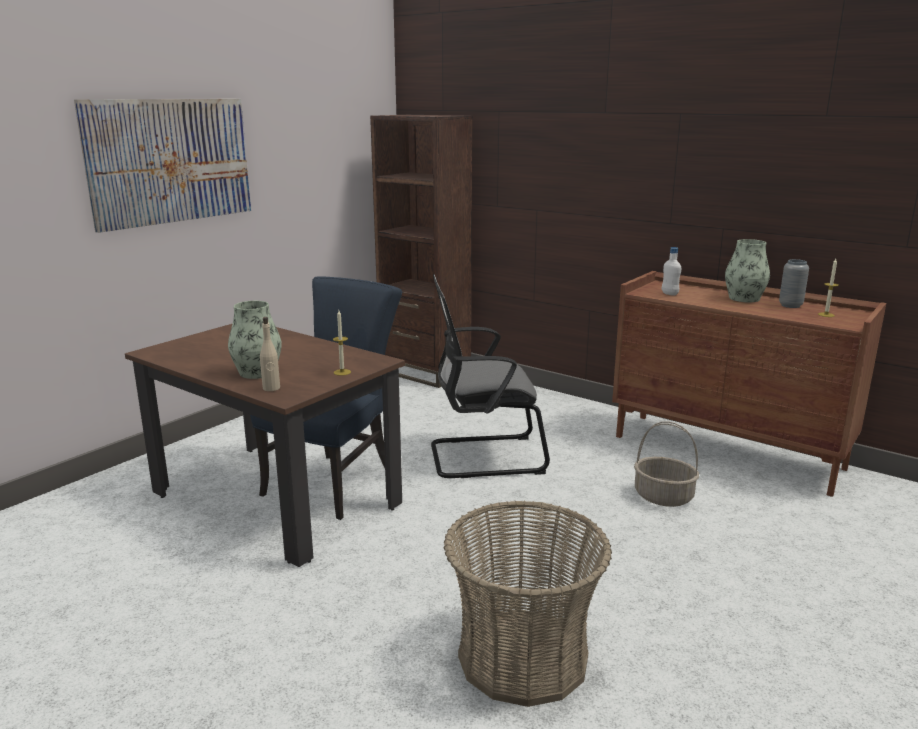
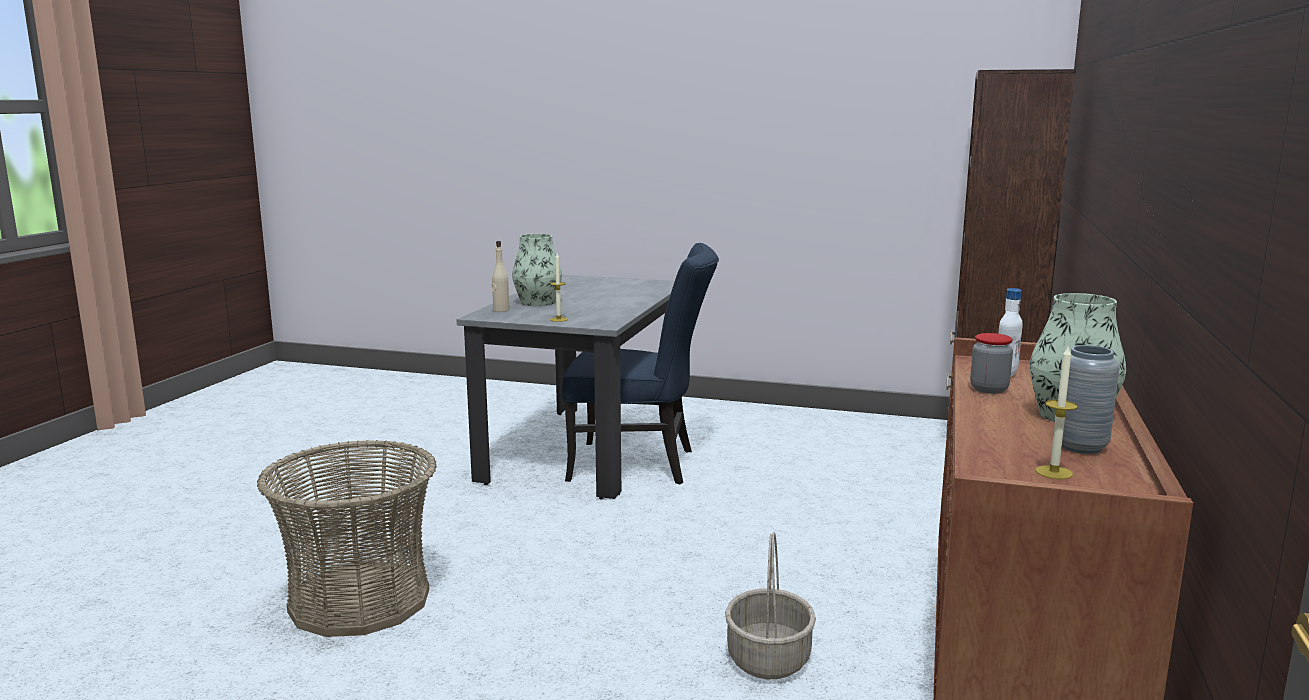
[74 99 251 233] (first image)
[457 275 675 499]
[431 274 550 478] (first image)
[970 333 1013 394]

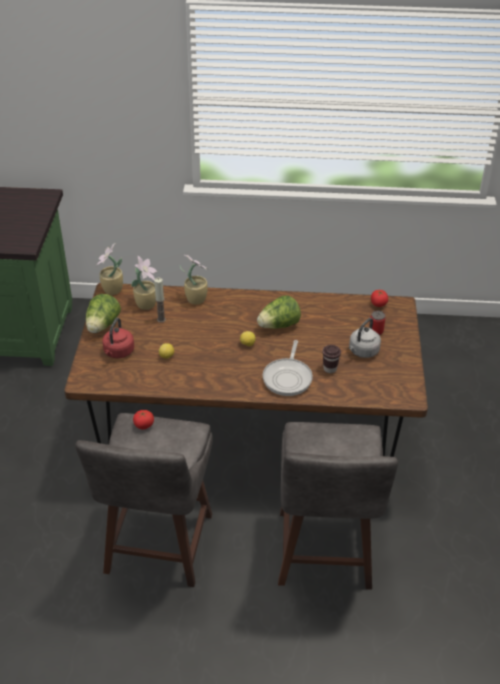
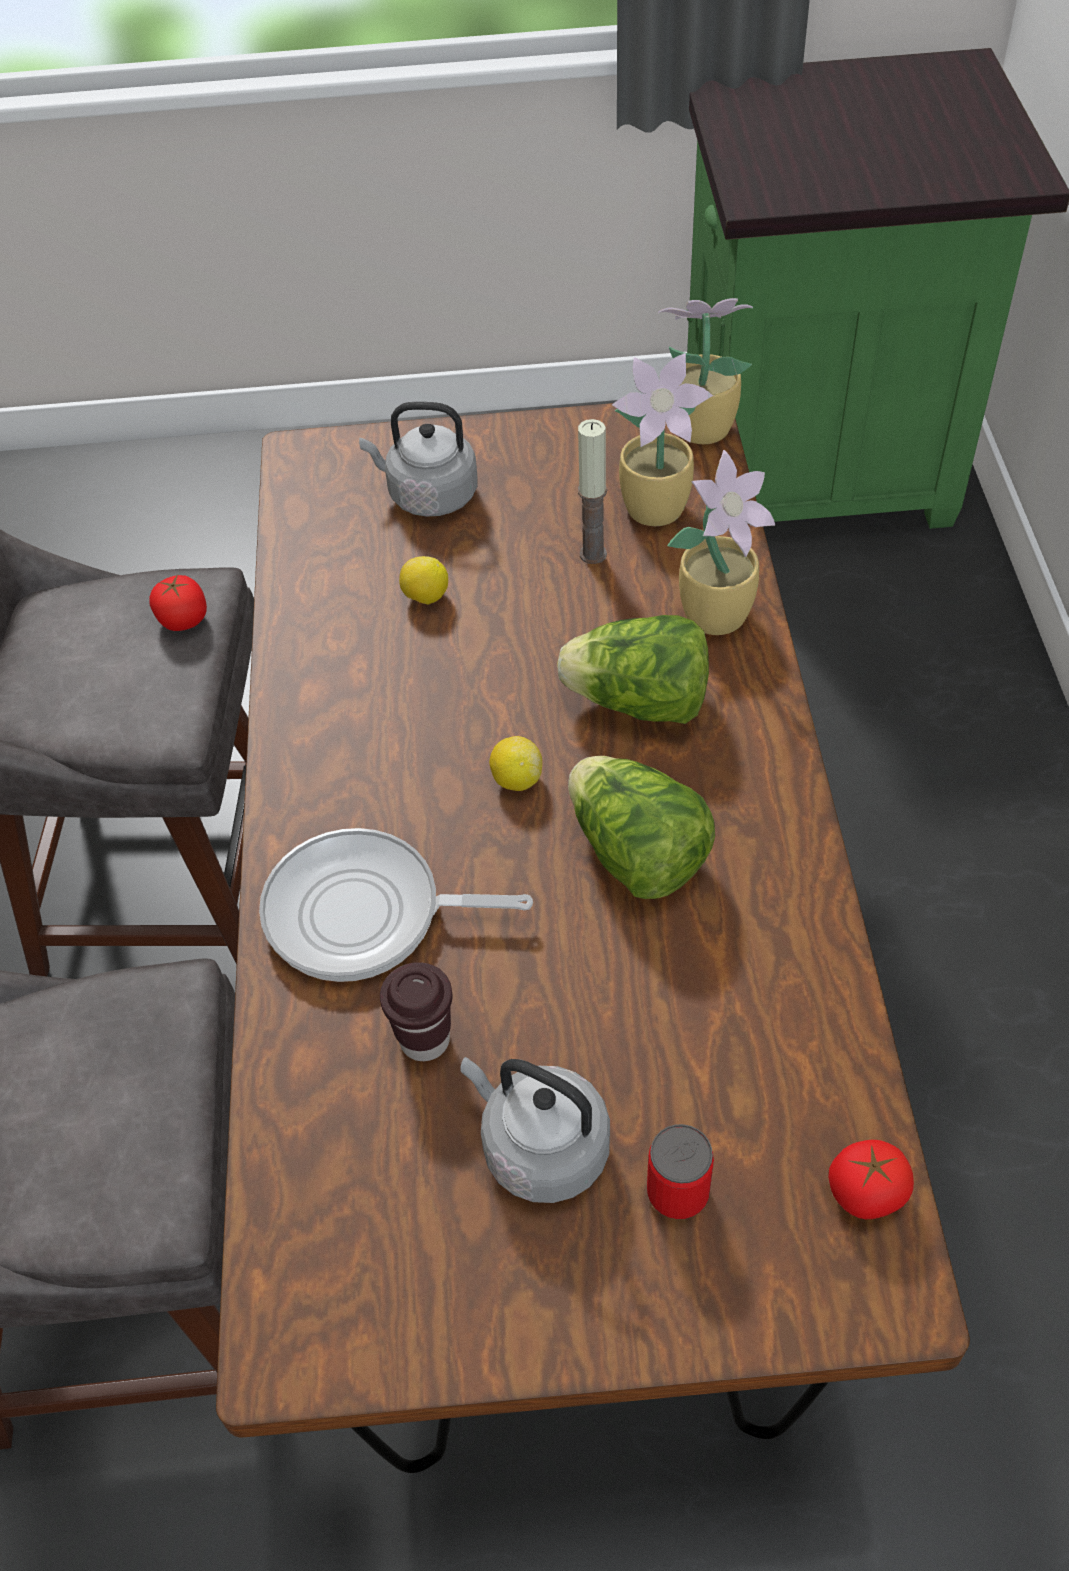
[557 615 709 724]
[359 402 478 517]

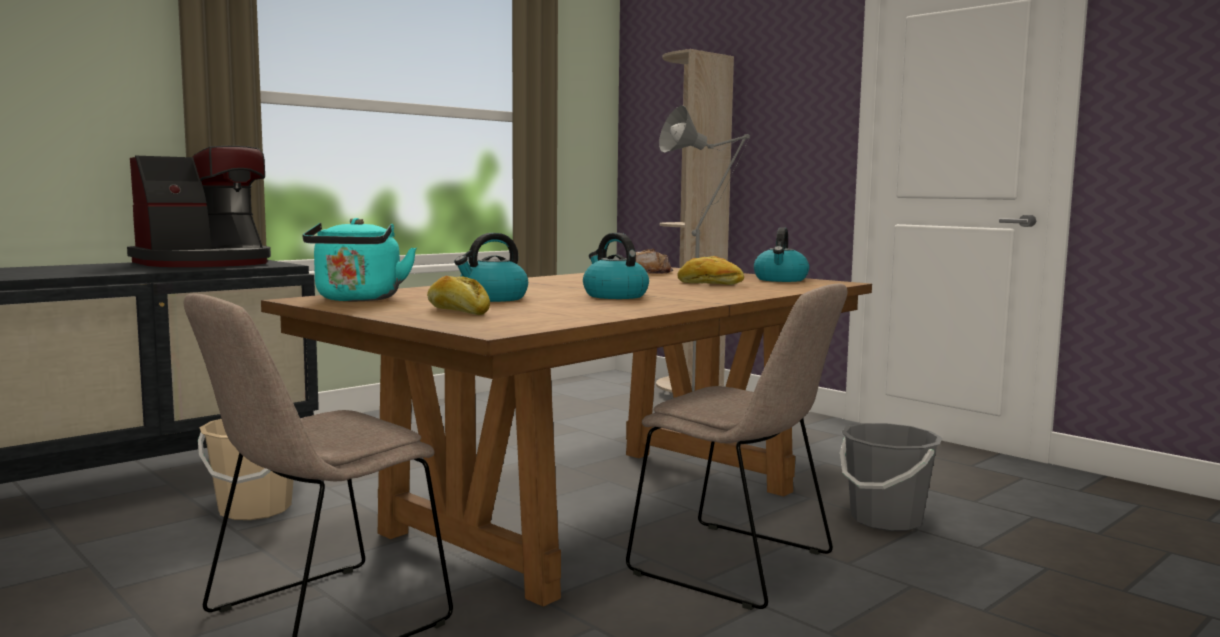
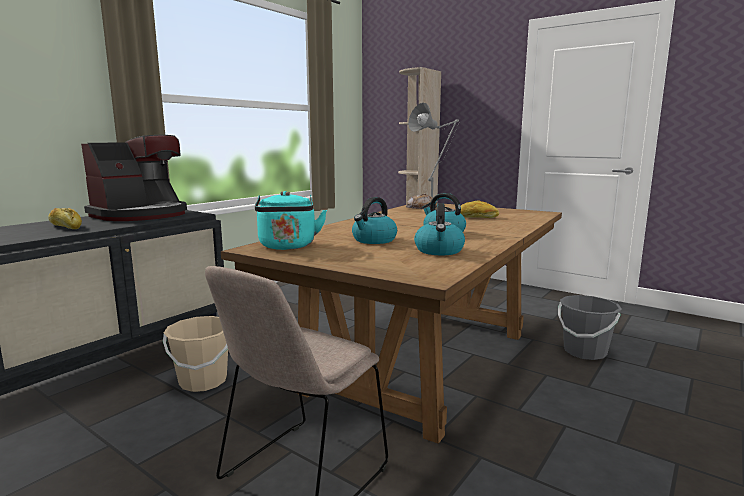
[48 208 82 229]
[626 284 847 610] (first image)
[414 203 465 255]

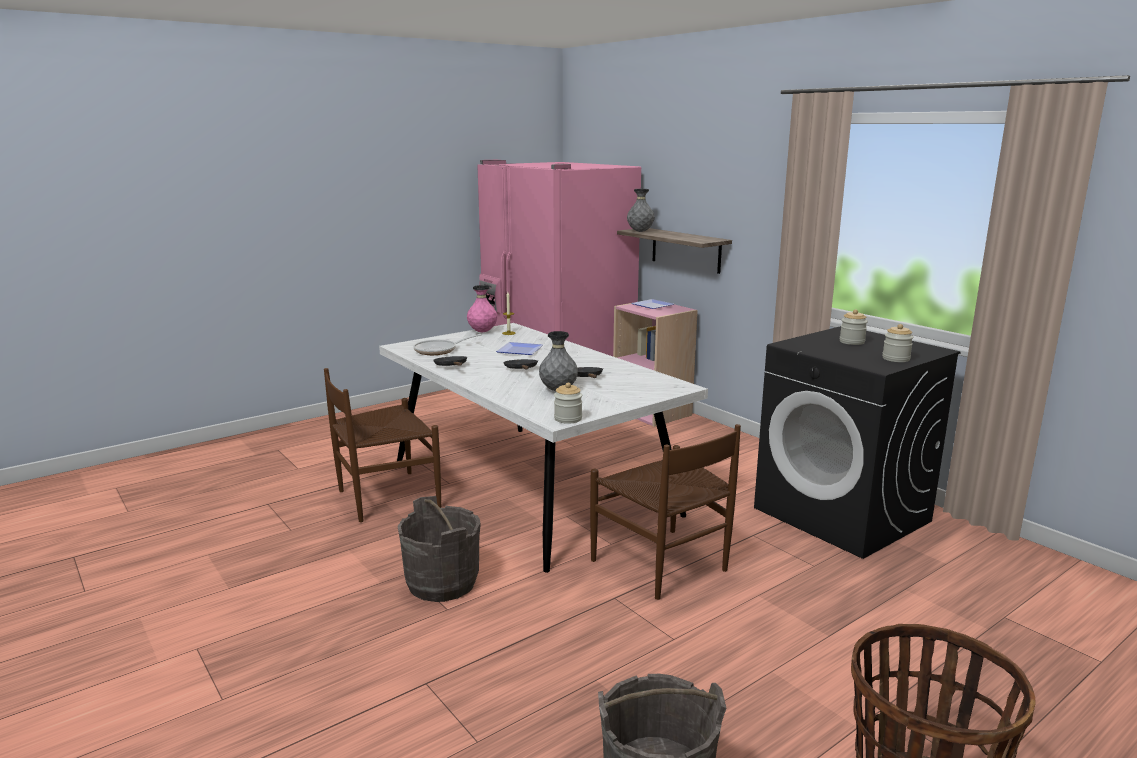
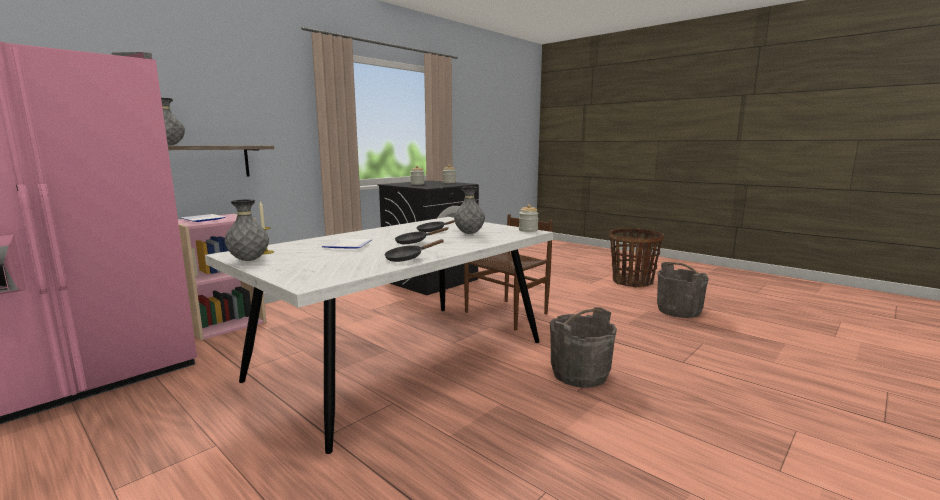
[324 368 441 522] (first image)
[413 334 482 355] (first image)
[225 199 269 261]

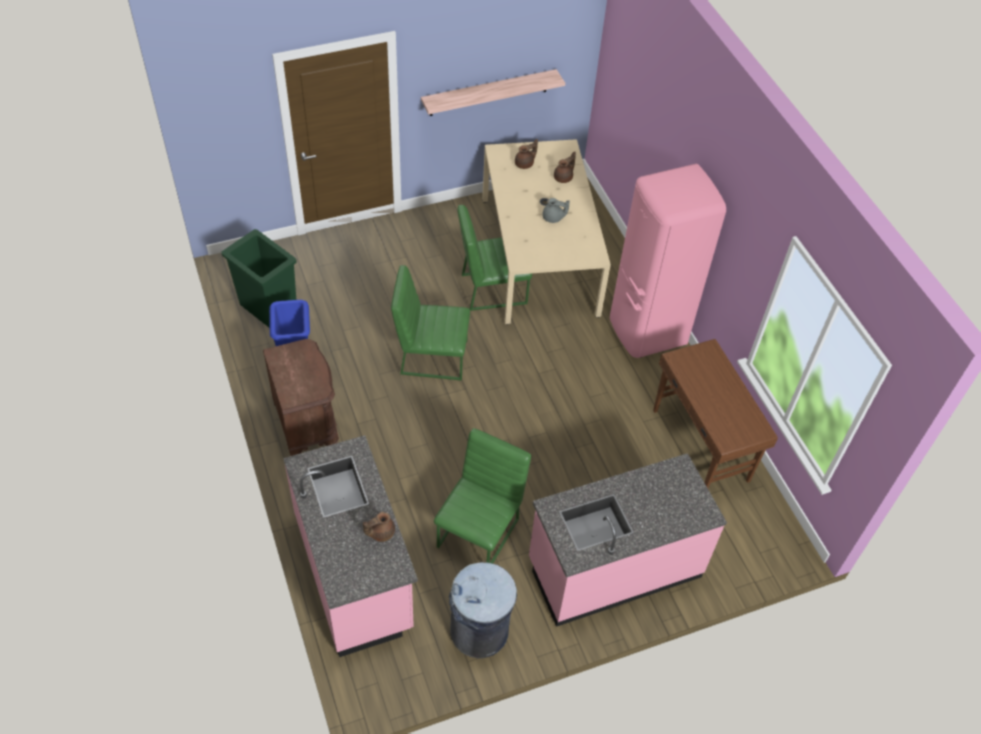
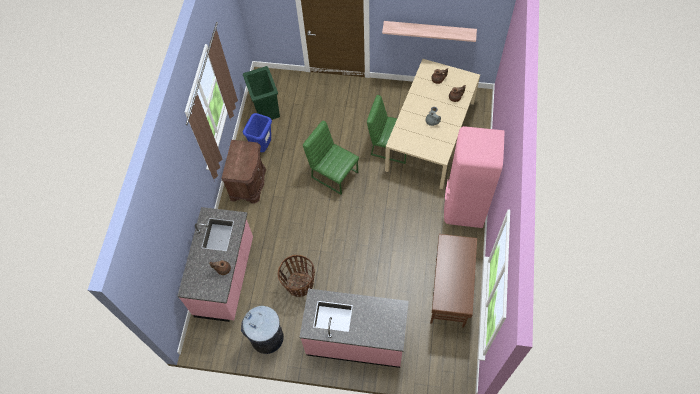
[278 255 315 297]

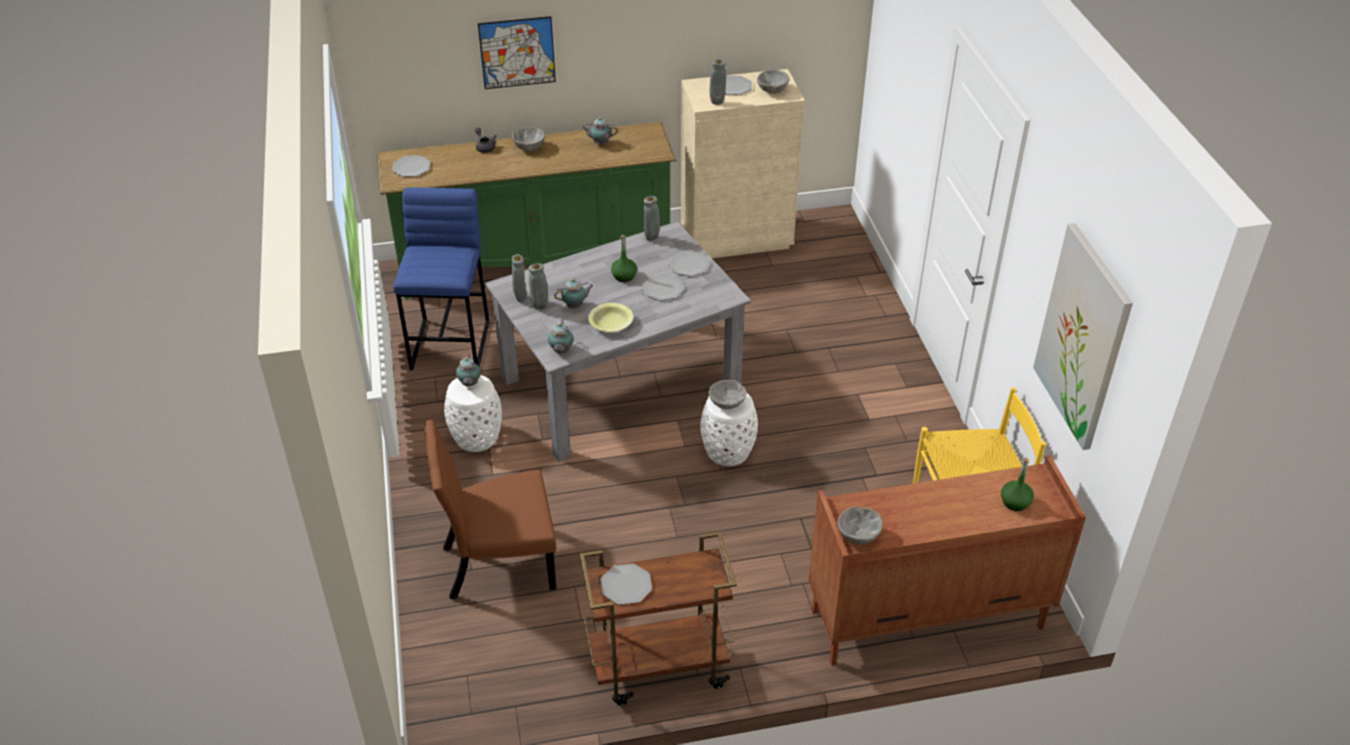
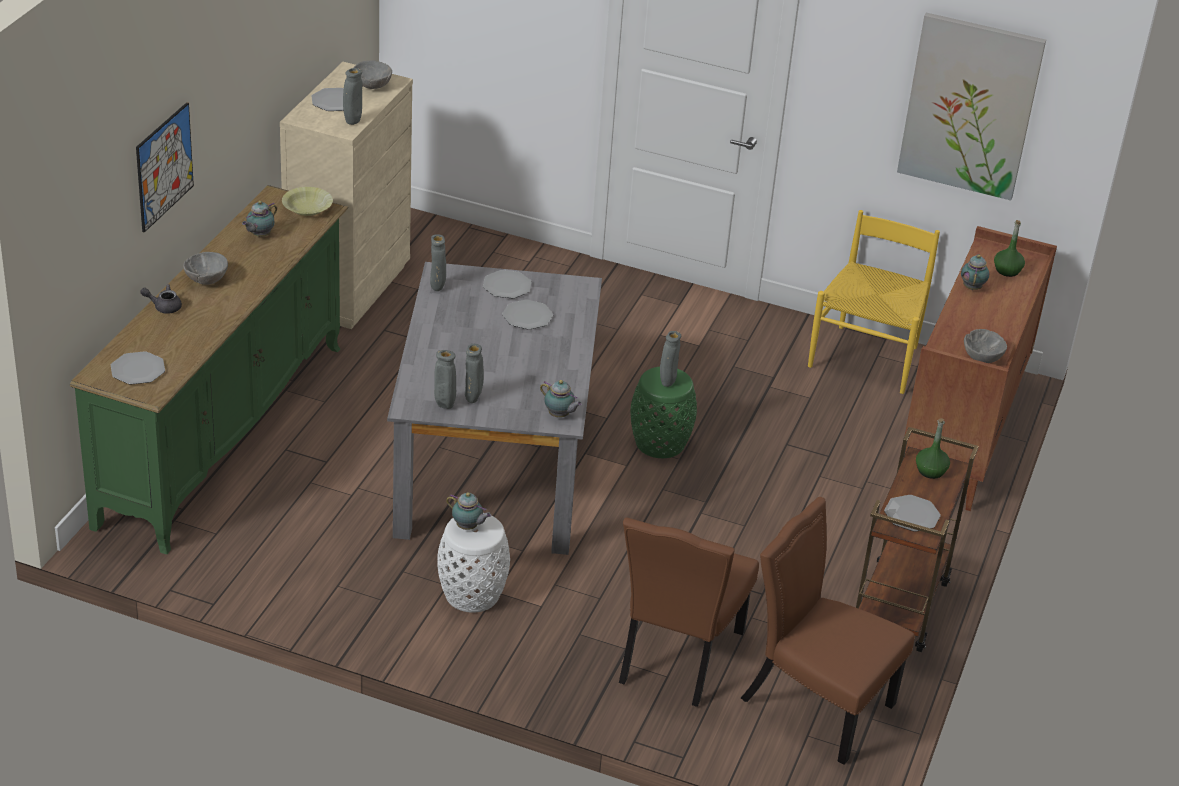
[393 187 490 370] (first image)
[961 254 989 290]
[282 187 333 216]
[916 418 950 479]
[630 367 697 458]
[660 331 681 387]
[740 497 915 765]

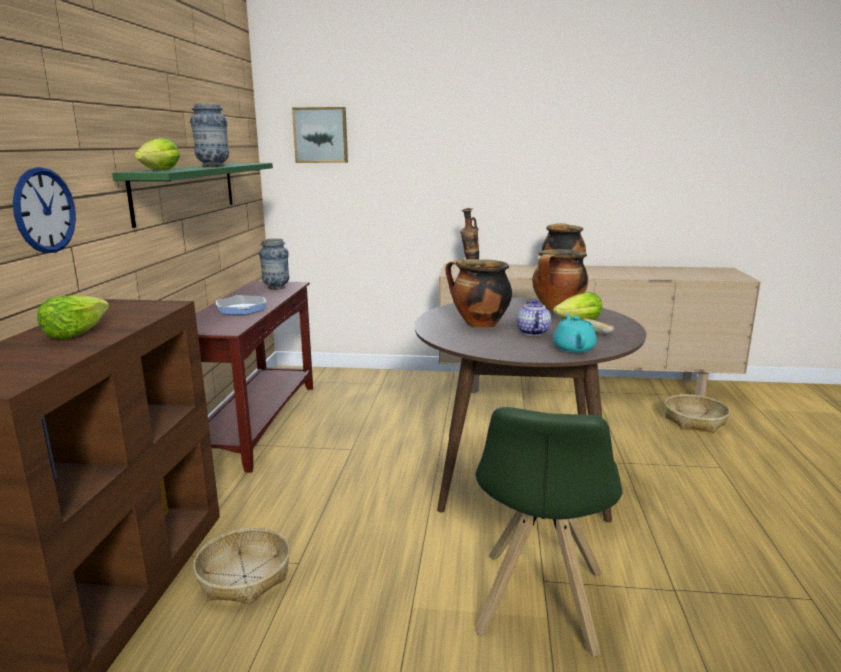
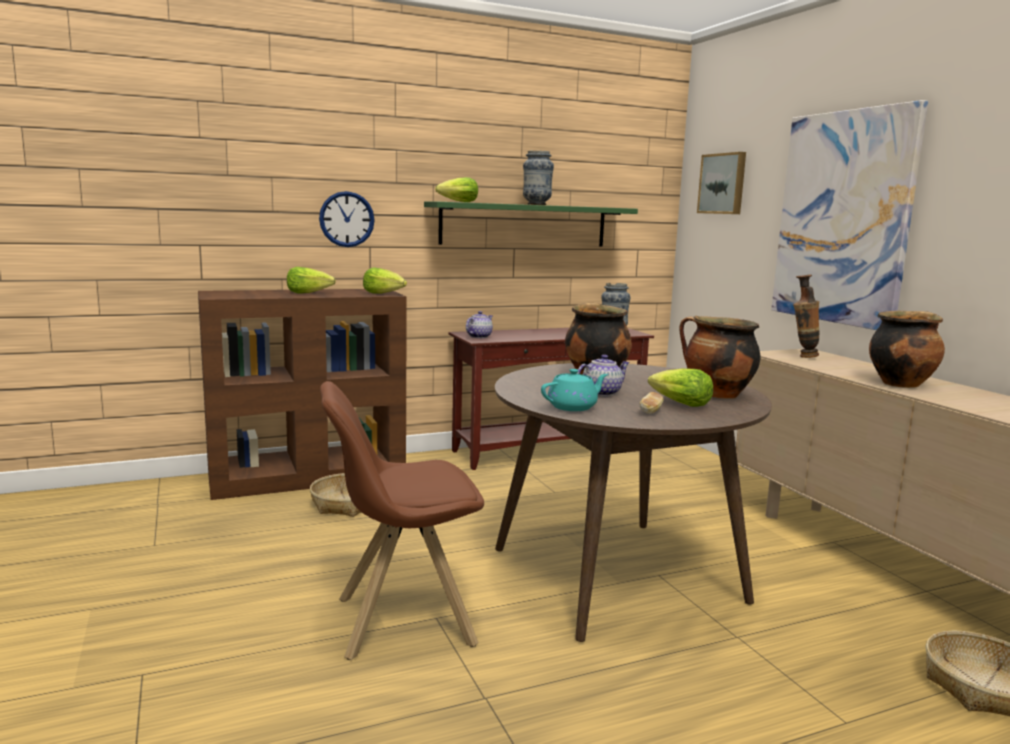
[216 295 266 315] (first image)
[320 381 484 660]
[363 267 407 294]
[466 311 493 338]
[771 100 928 330]

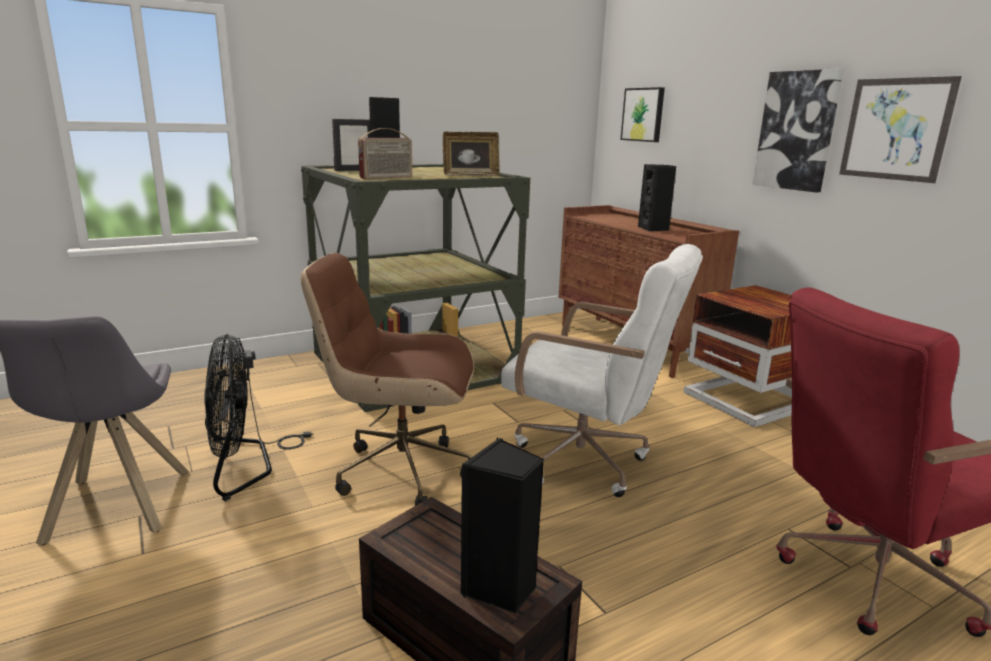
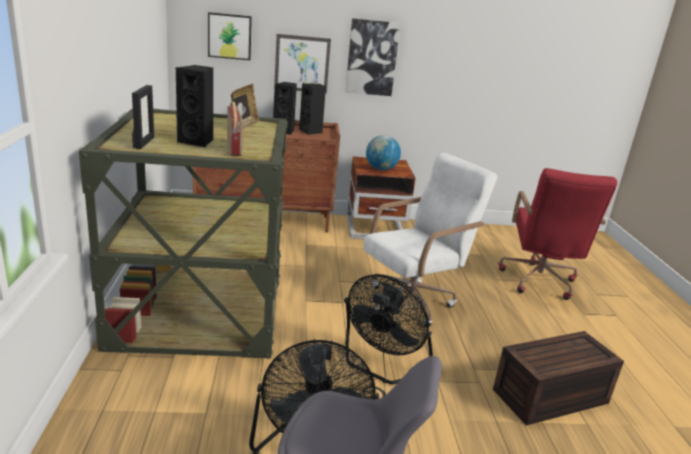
[344 274 433 399]
[299 83 326 135]
[274 34 331 93]
[366 135 401 170]

